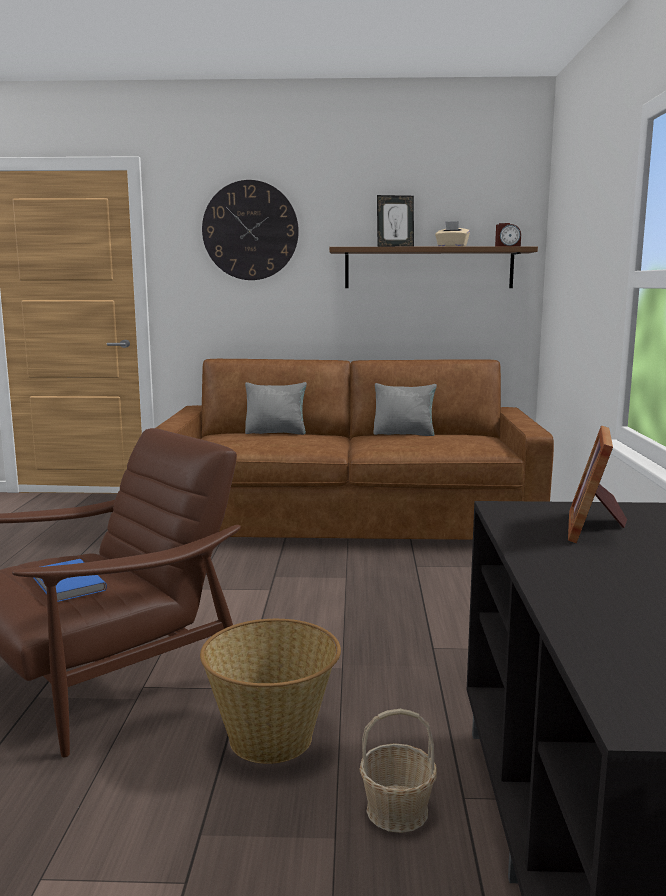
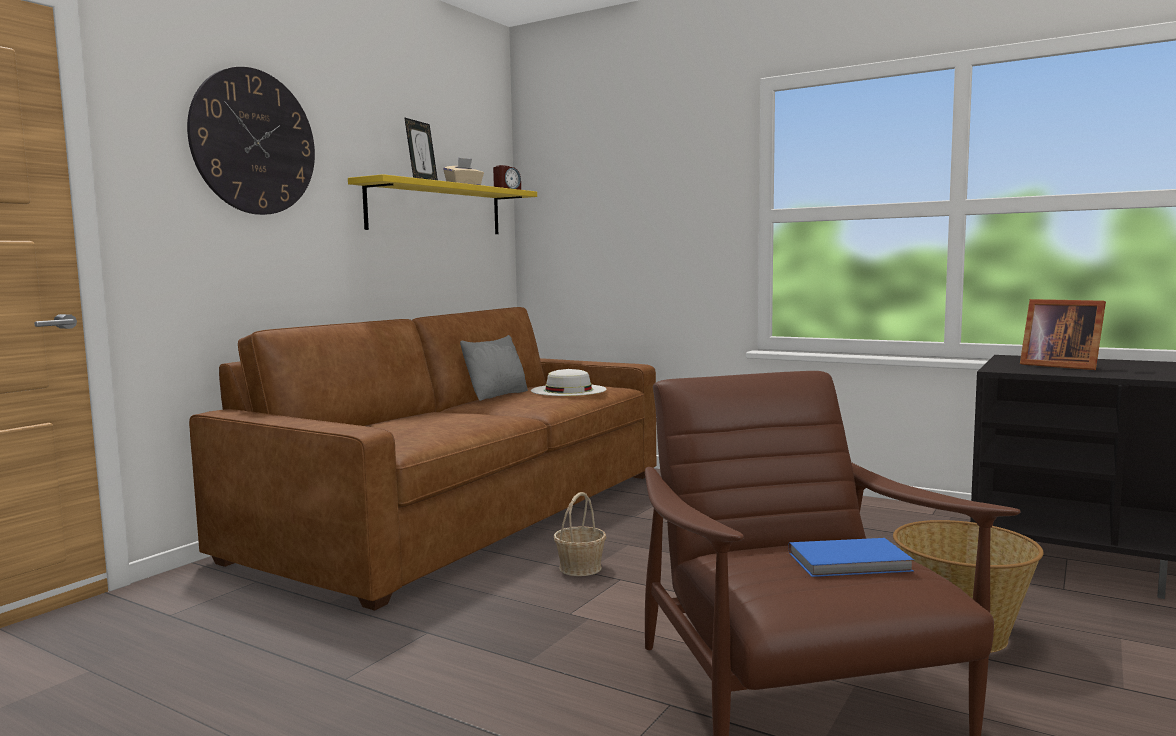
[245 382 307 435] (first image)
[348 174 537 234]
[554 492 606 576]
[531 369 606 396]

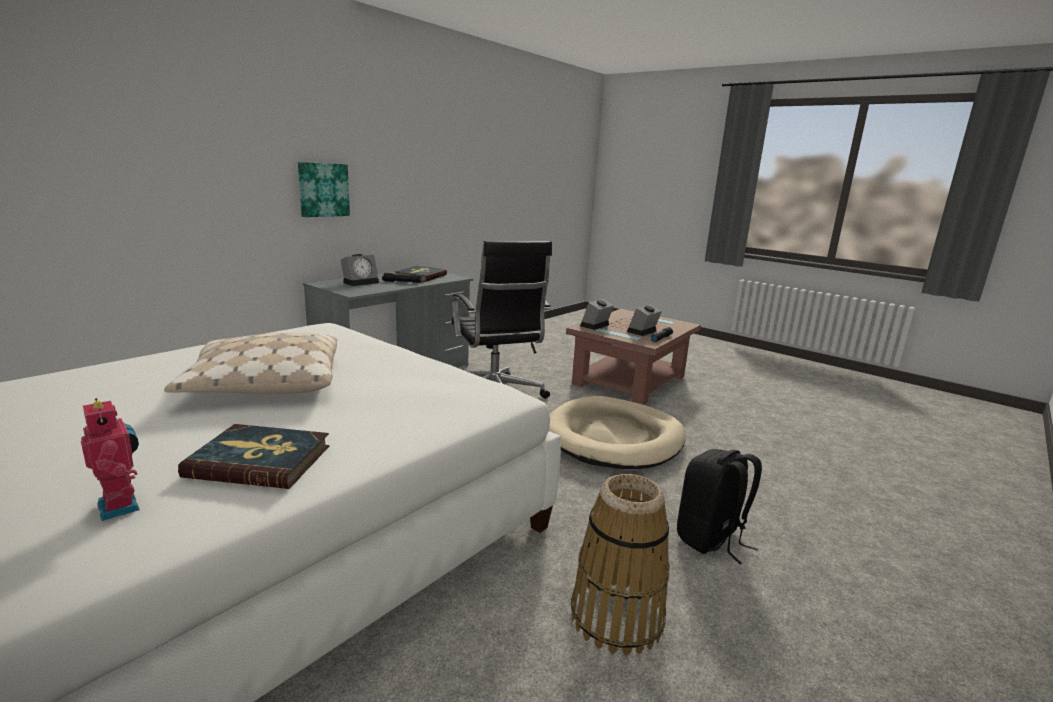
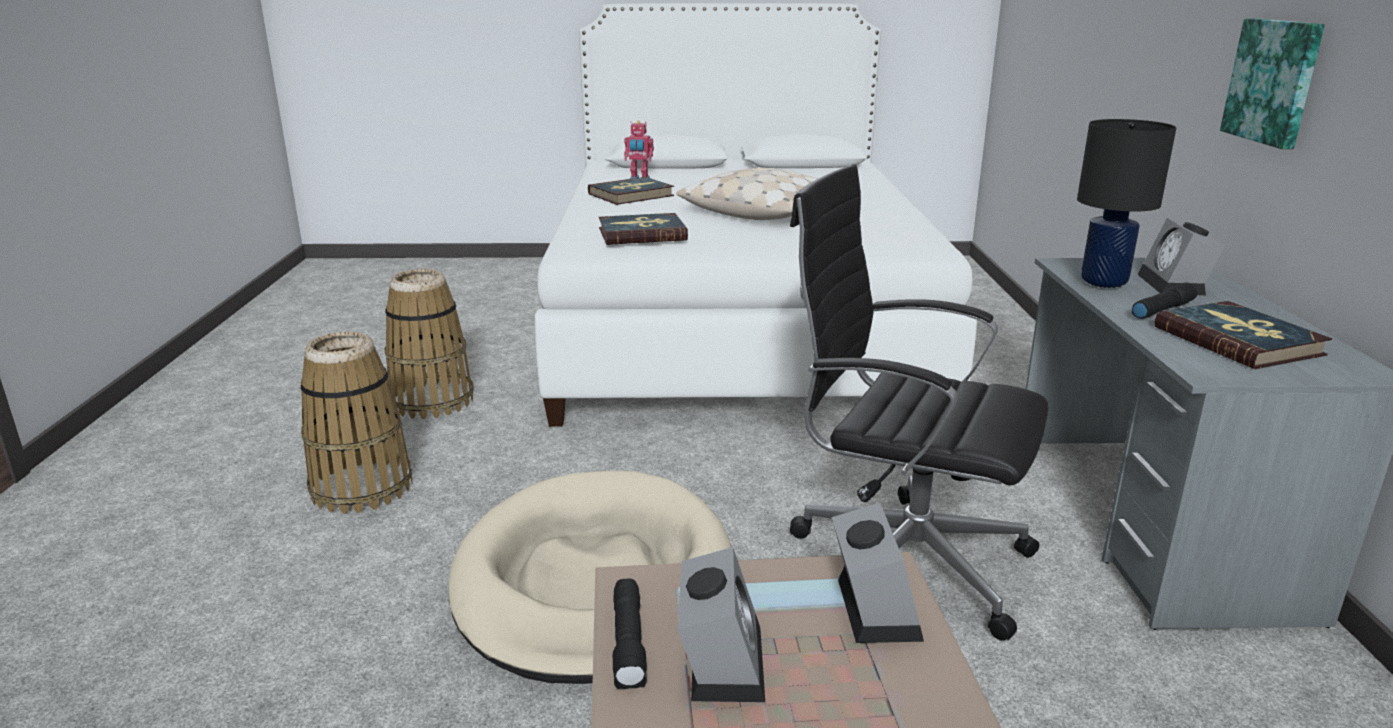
[301 332 412 514]
[599 213 688 245]
[1077 119 1176 288]

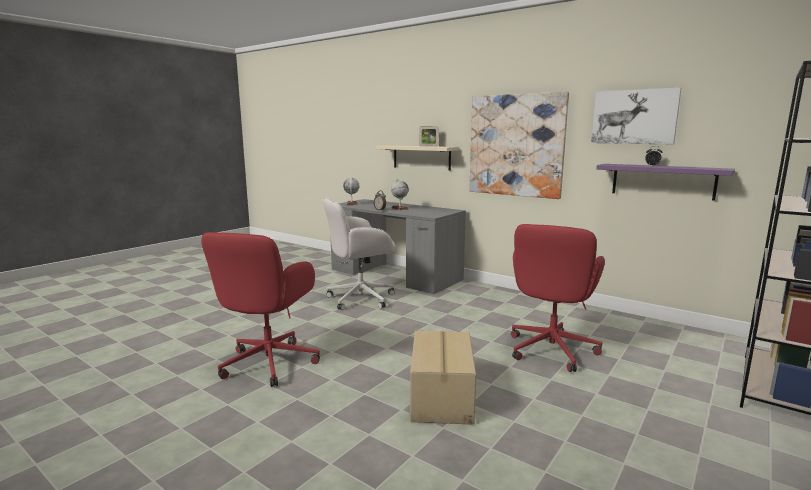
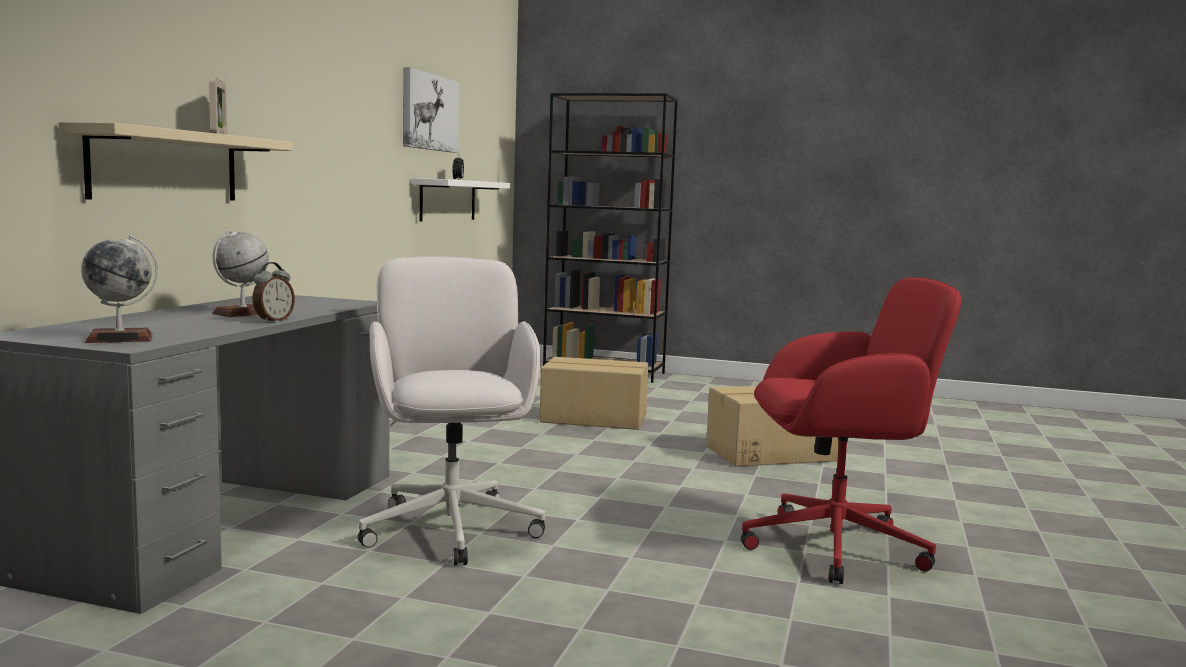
[358 256 545 566]
[469 92 569 199] (first image)
[540 357 648 430]
[412 178 511 222]

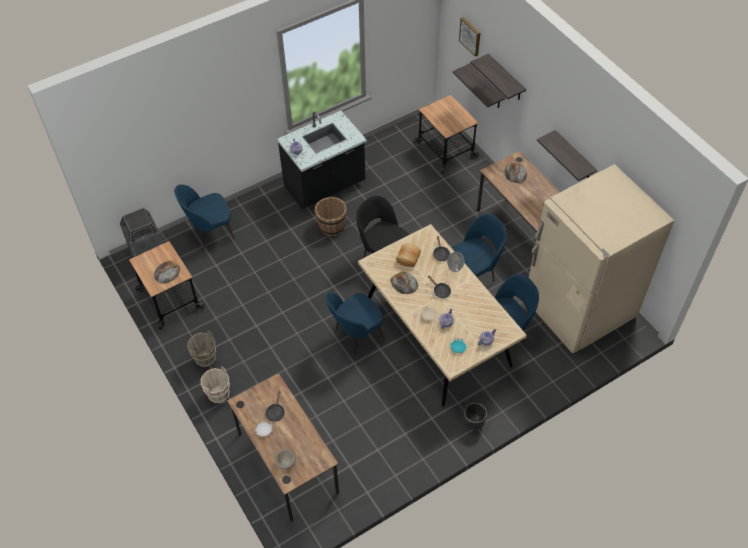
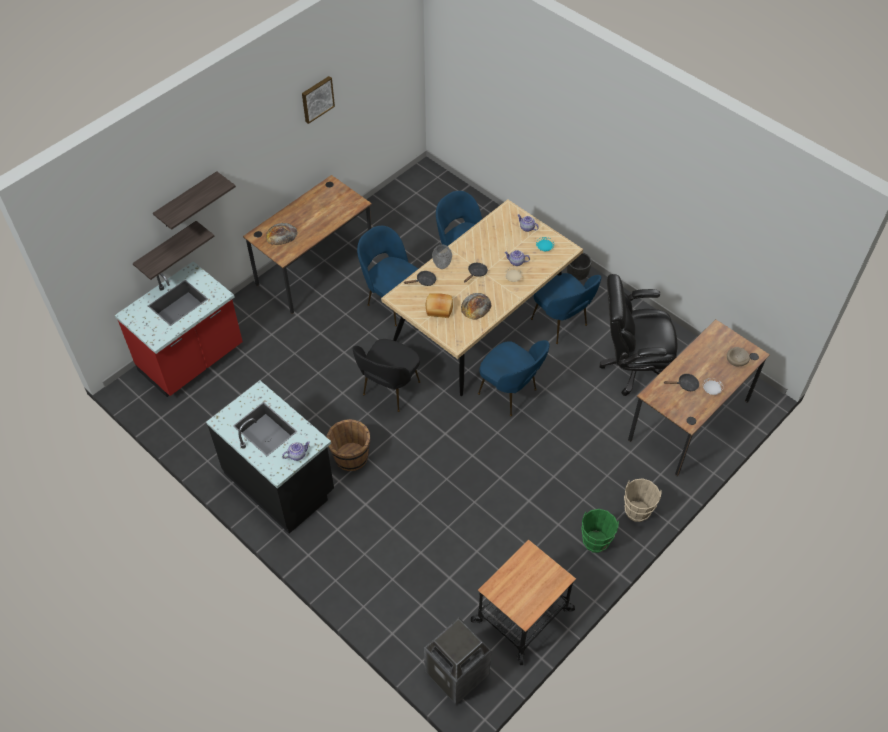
[154 261 180 284] (first image)
[531 273 601 344]
[581 509 619 553]
[115 261 243 397]
[302 76 335 124]
[529 164 675 353] (first image)
[537 130 597 181] (first image)
[599 274 678 396]

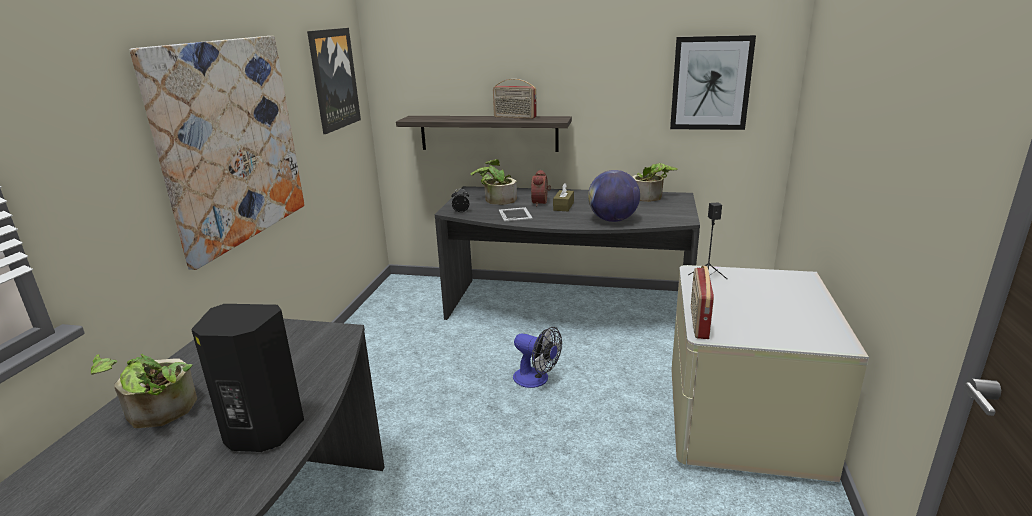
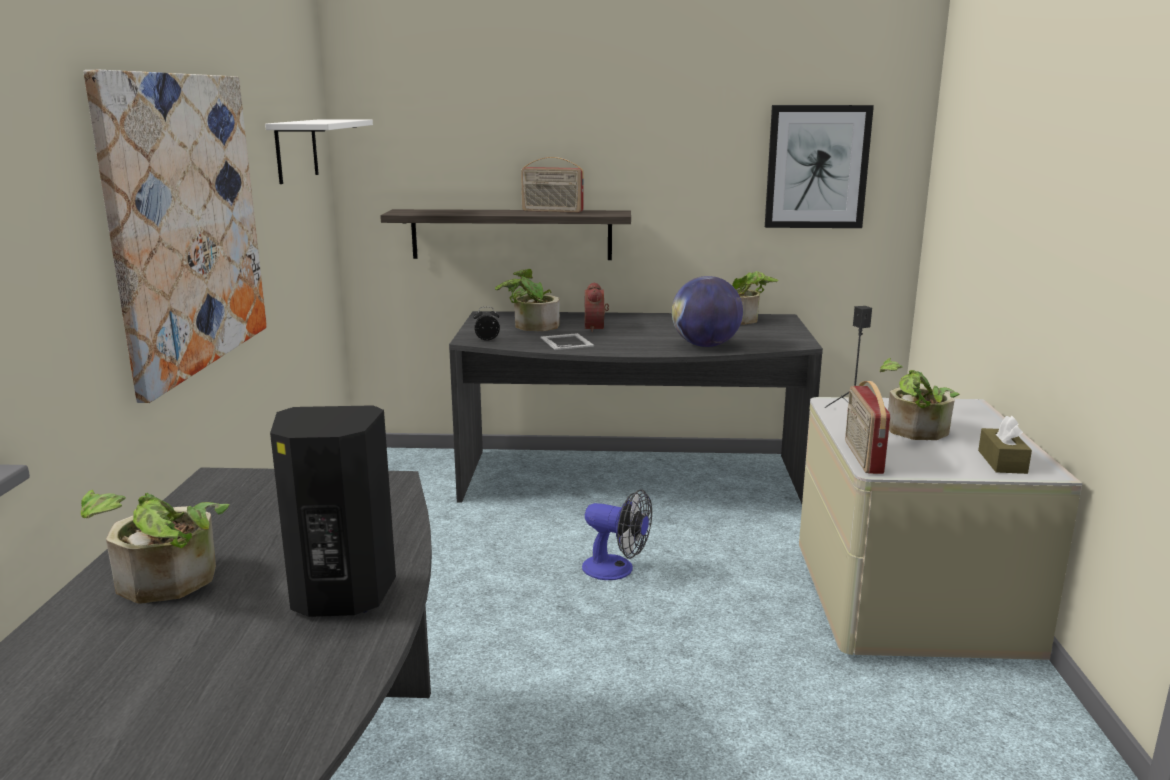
[265 119 373 184]
[978 416 1032 474]
[880 358 960 440]

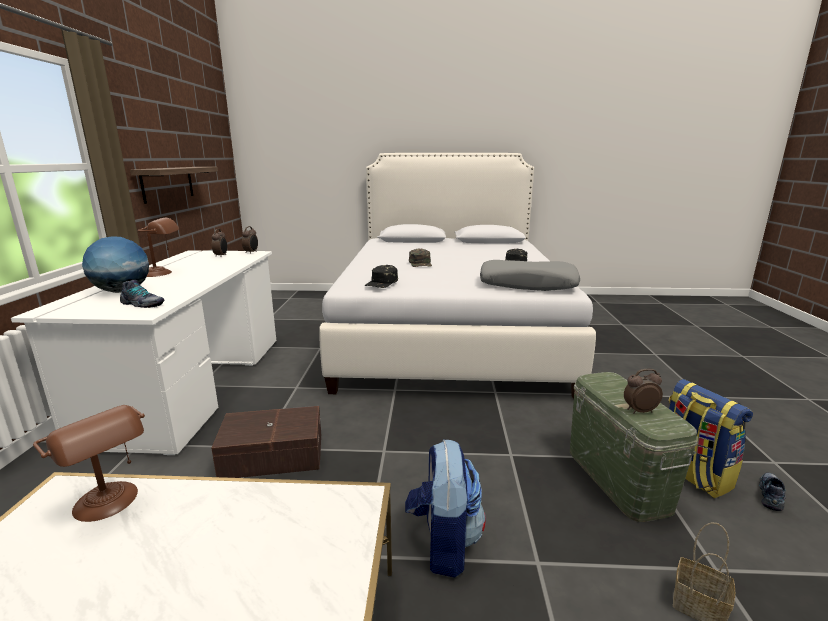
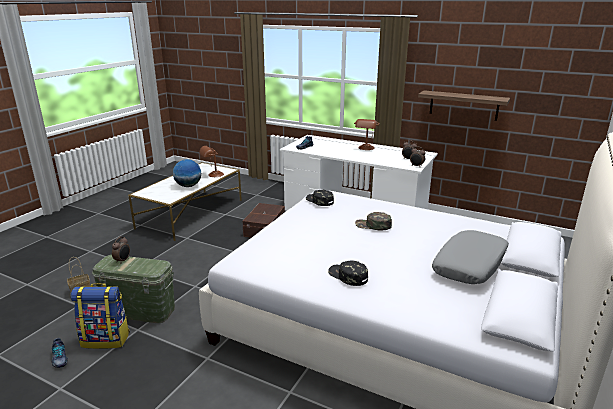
[173 159 201 187]
[405 440 486 578] (first image)
[432 230 509 284]

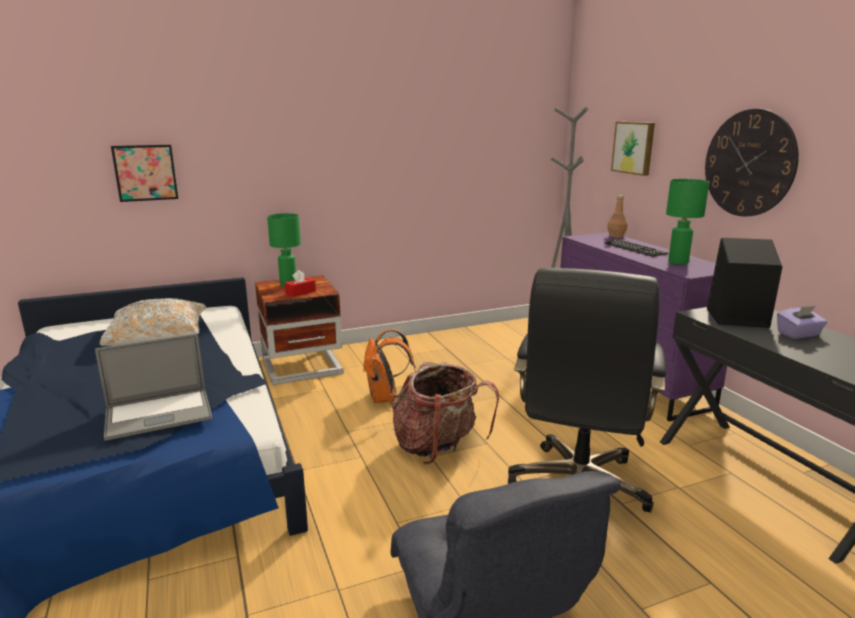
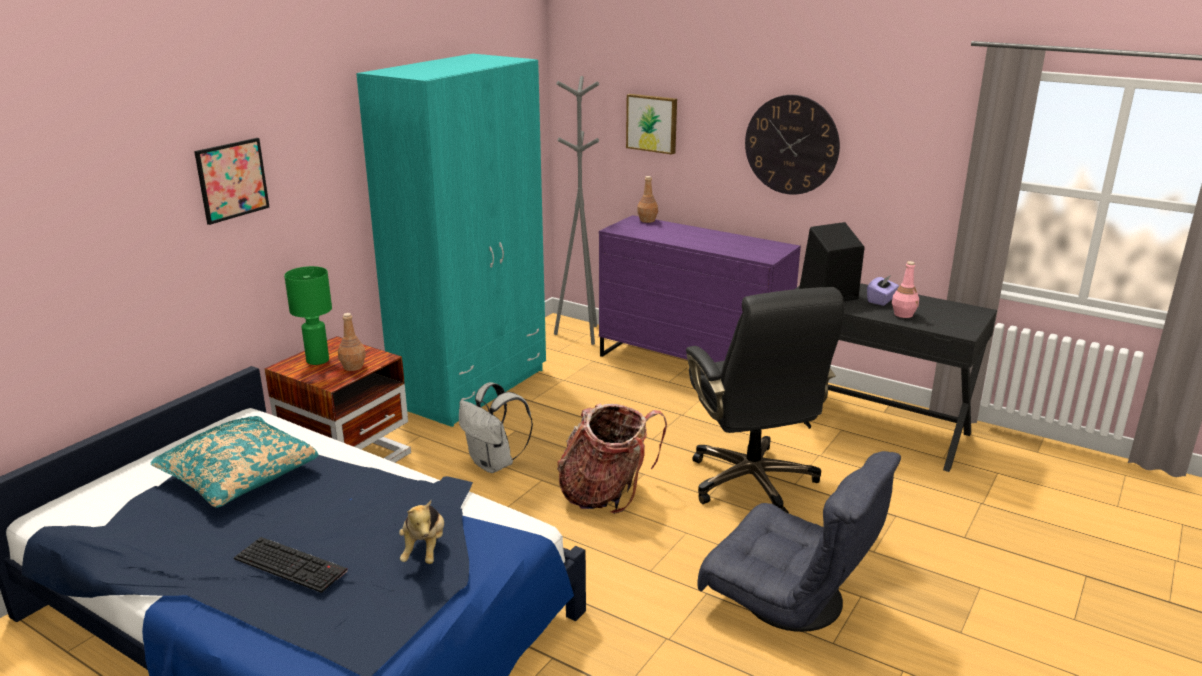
[399 500 444 564]
[150 416 318 508]
[194 138 270 225]
[338 313 366 371]
[459 382 533 473]
[234 537 347 593]
[666 179 710 265] (first image)
[356 54 546 427]
[892 261 919 318]

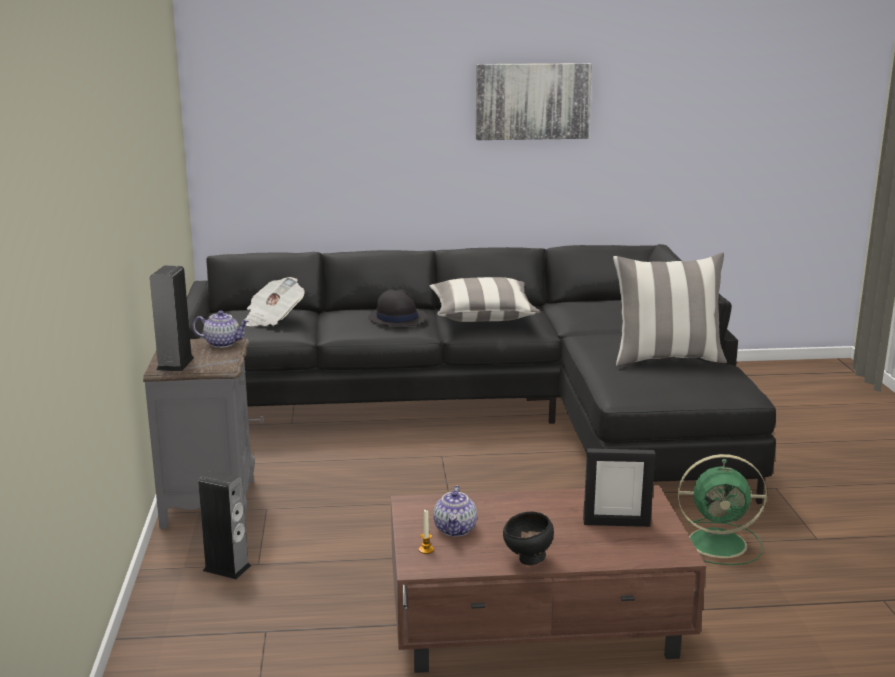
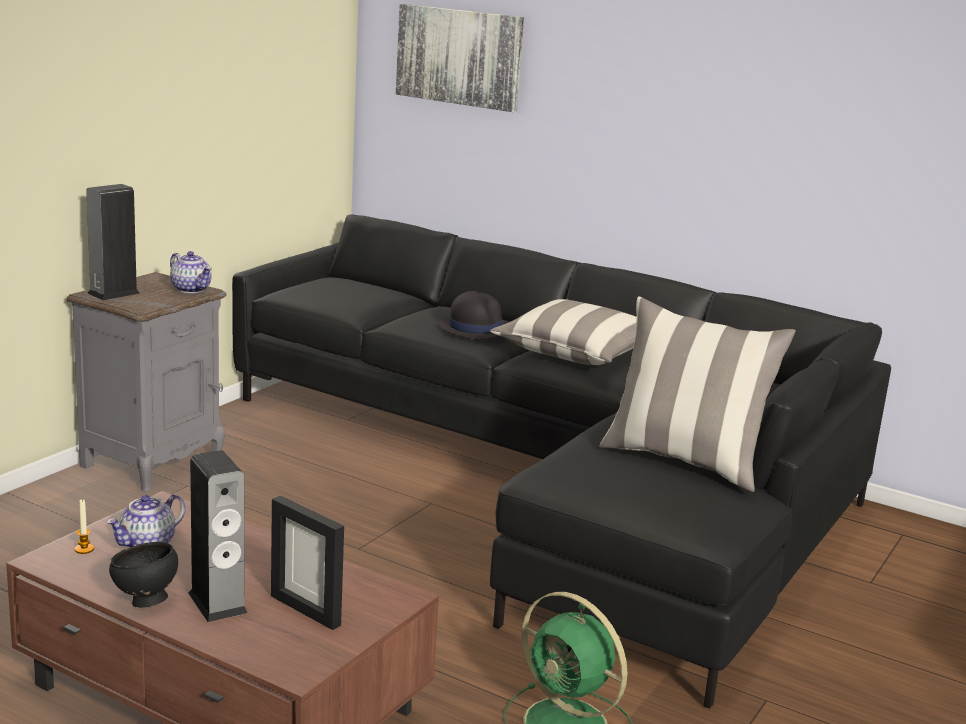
[188 450 248 622]
[245 277 305 326] (first image)
[396 4 524 112]

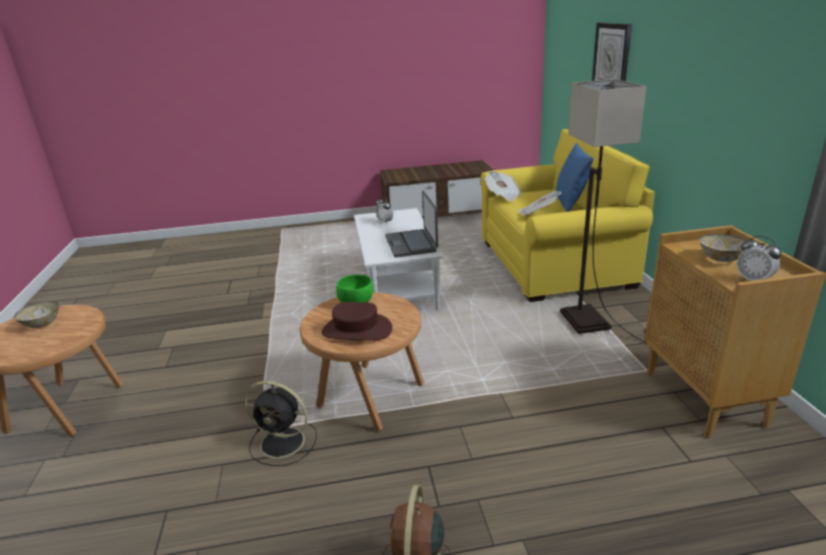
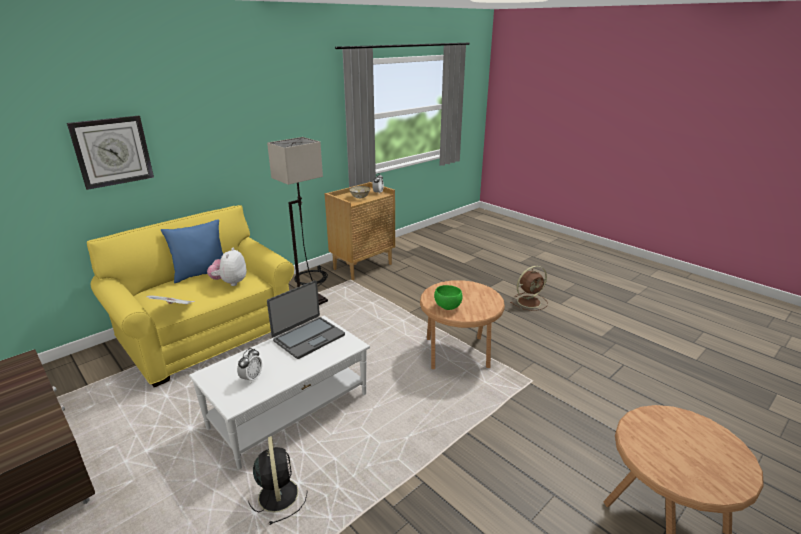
[14 301 59 328] (first image)
[248 436 307 525]
[322 302 392 341] (first image)
[207 247 246 286]

